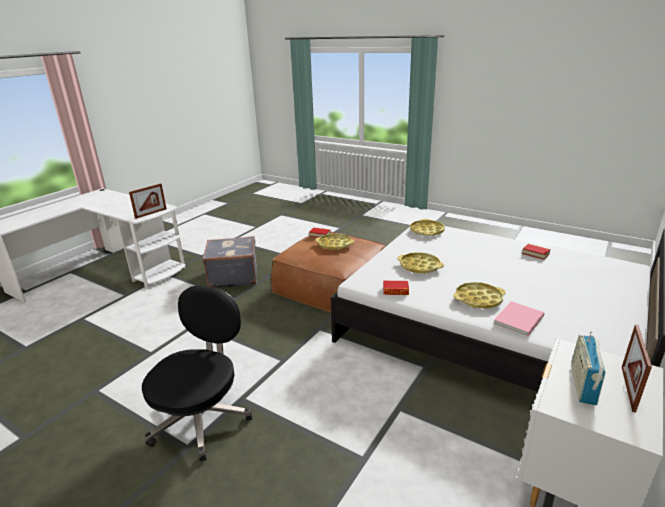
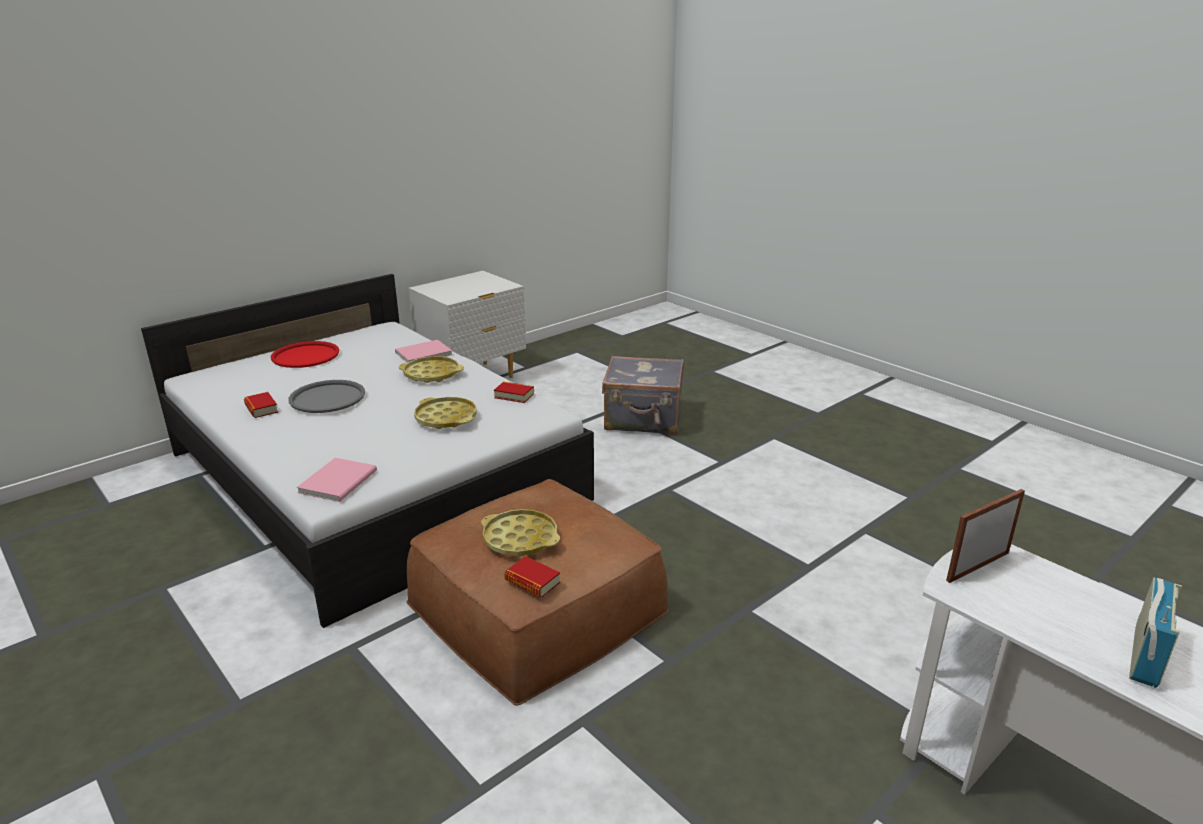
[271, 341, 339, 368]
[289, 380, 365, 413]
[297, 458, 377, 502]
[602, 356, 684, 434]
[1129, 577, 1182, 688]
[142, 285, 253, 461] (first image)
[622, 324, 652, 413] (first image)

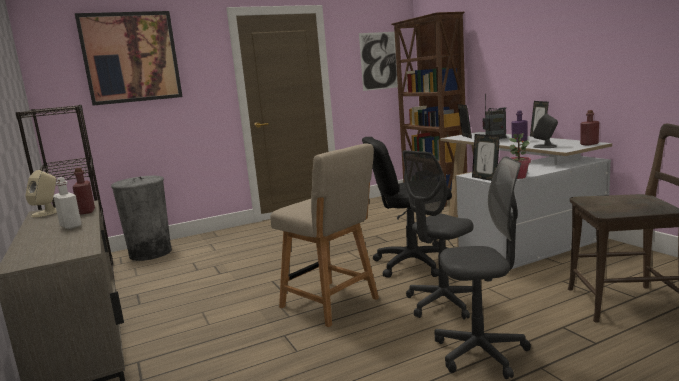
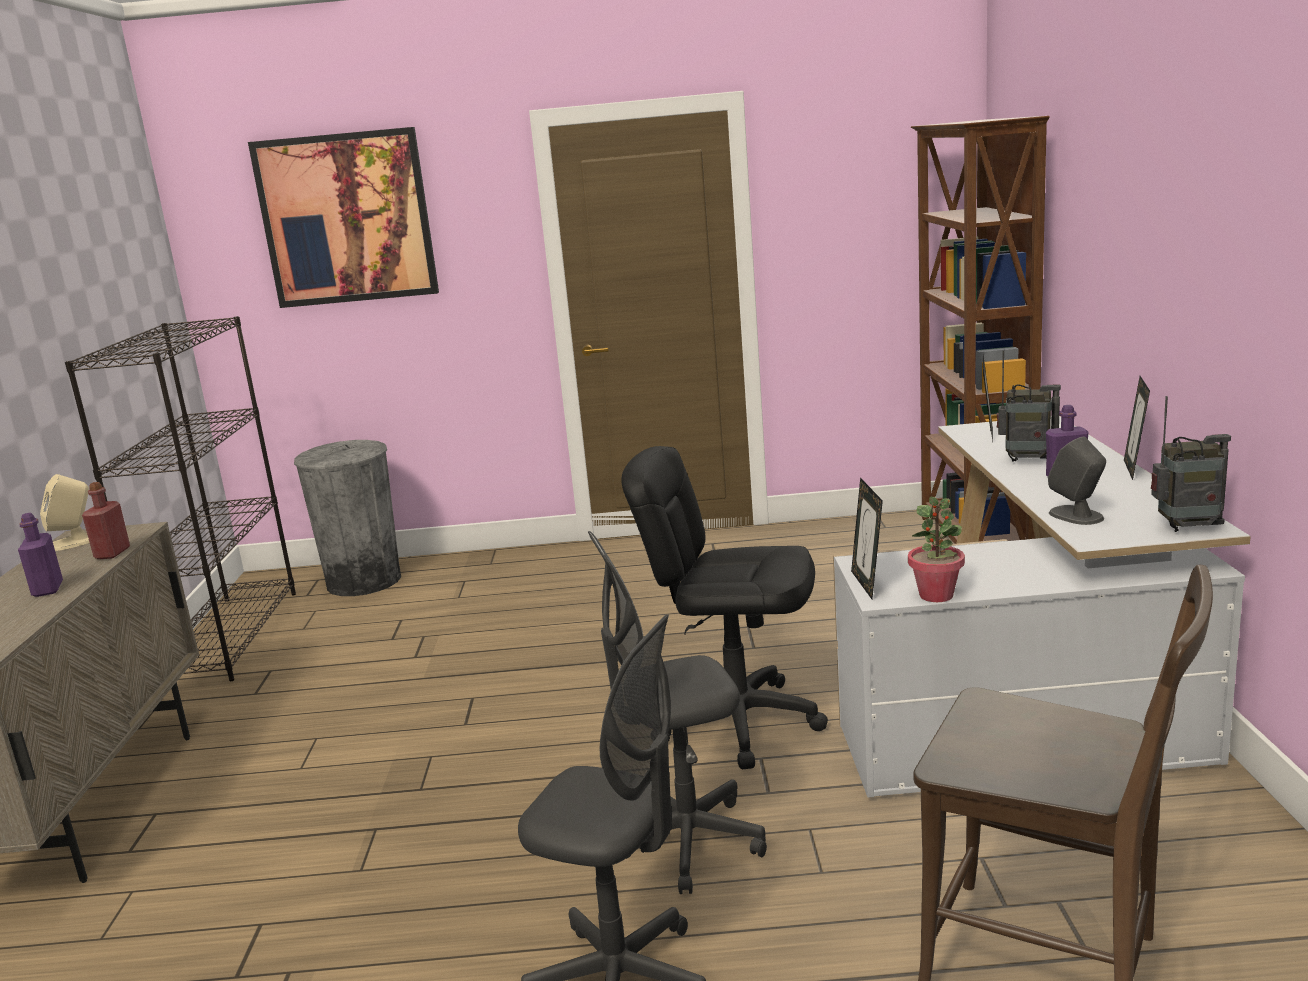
[18, 513, 63, 597]
[1151, 396, 1231, 532]
[270, 143, 379, 327] (first image)
[359, 32, 398, 91] (first image)

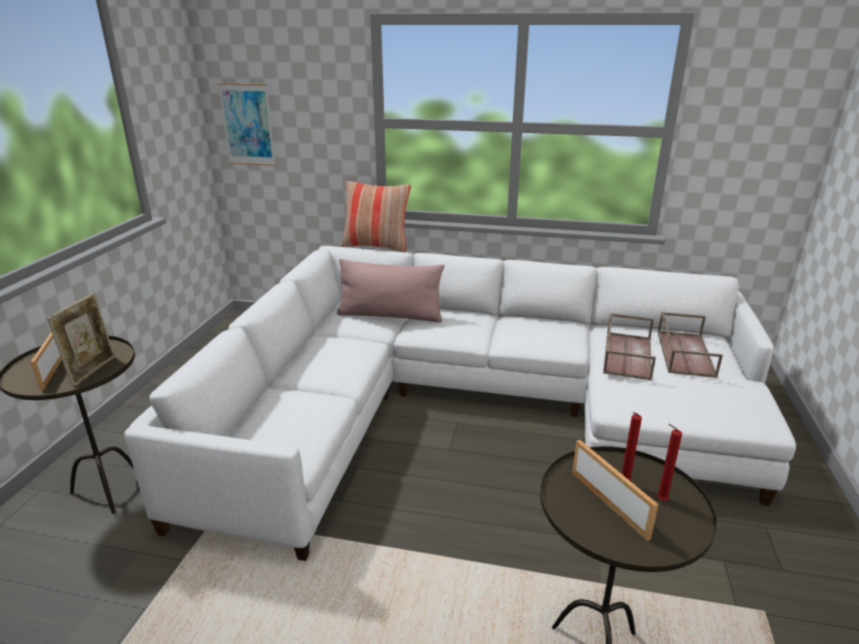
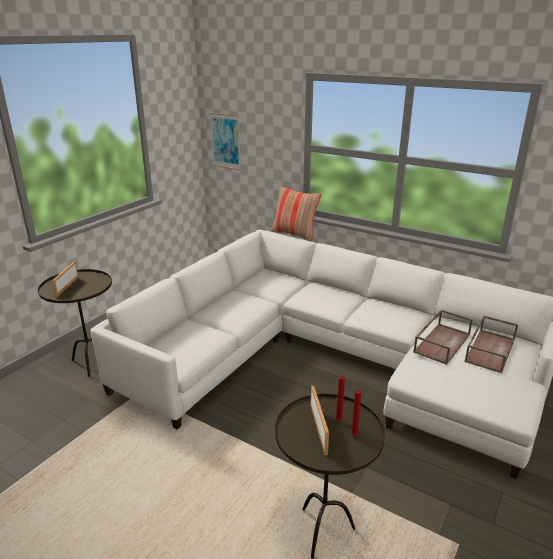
[47, 293, 115, 386] (first image)
[337, 259, 445, 322] (first image)

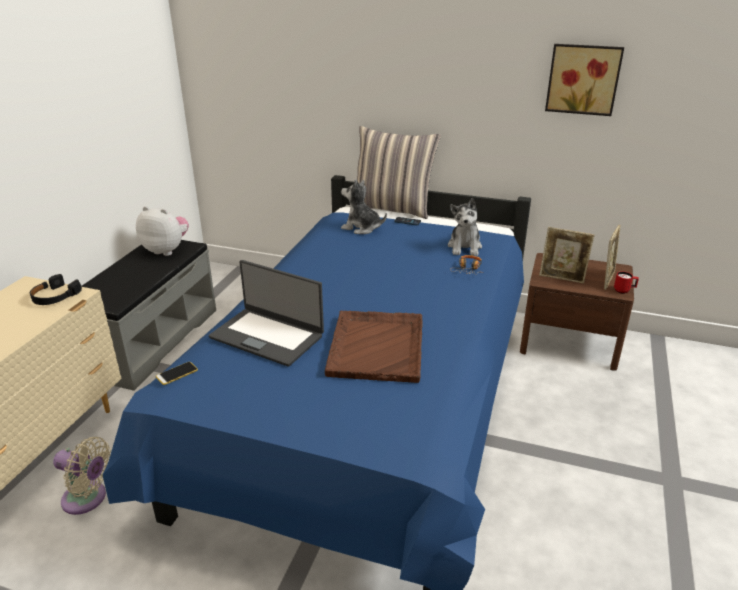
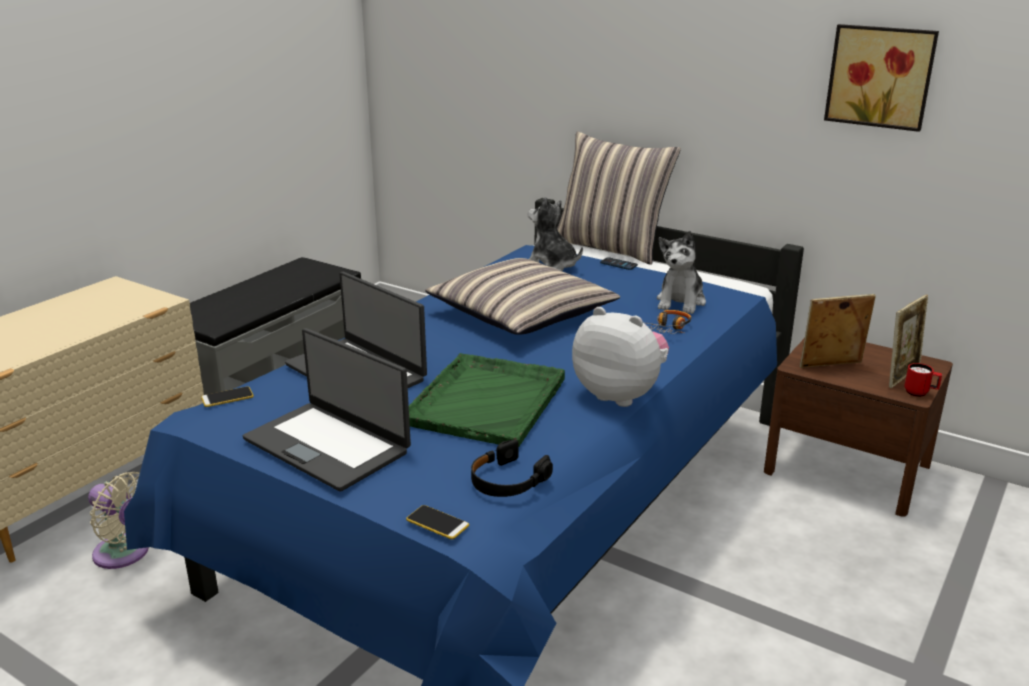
[243, 328, 411, 492]
[406, 505, 469, 539]
[409, 353, 565, 447]
[425, 258, 620, 335]
[471, 440, 553, 497]
[572, 307, 669, 407]
[800, 294, 876, 368]

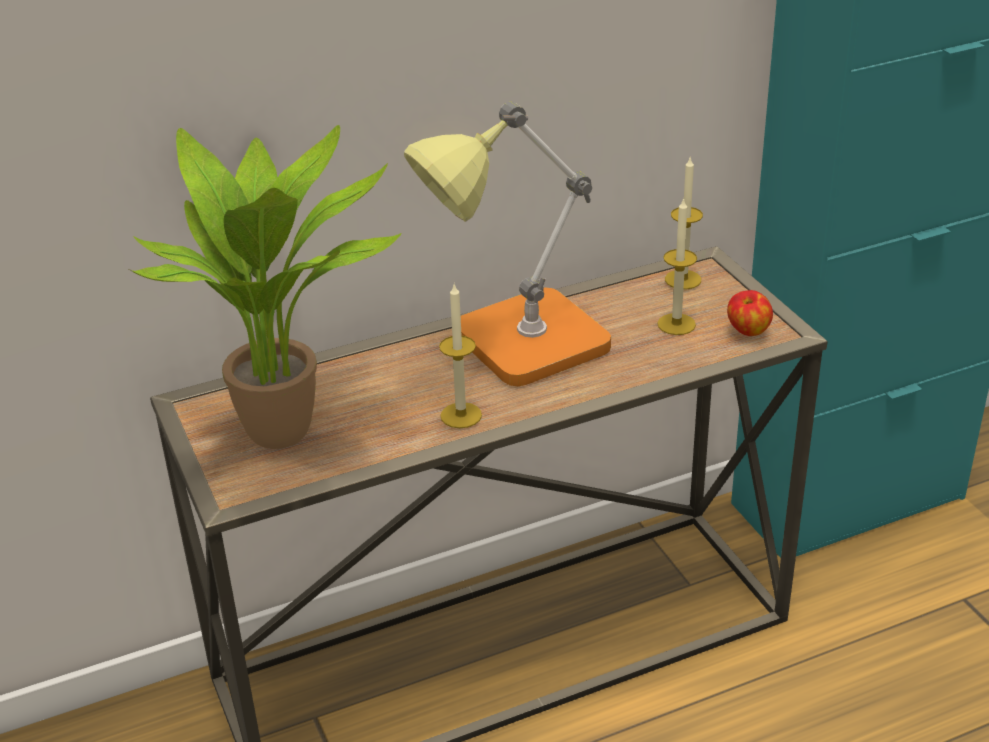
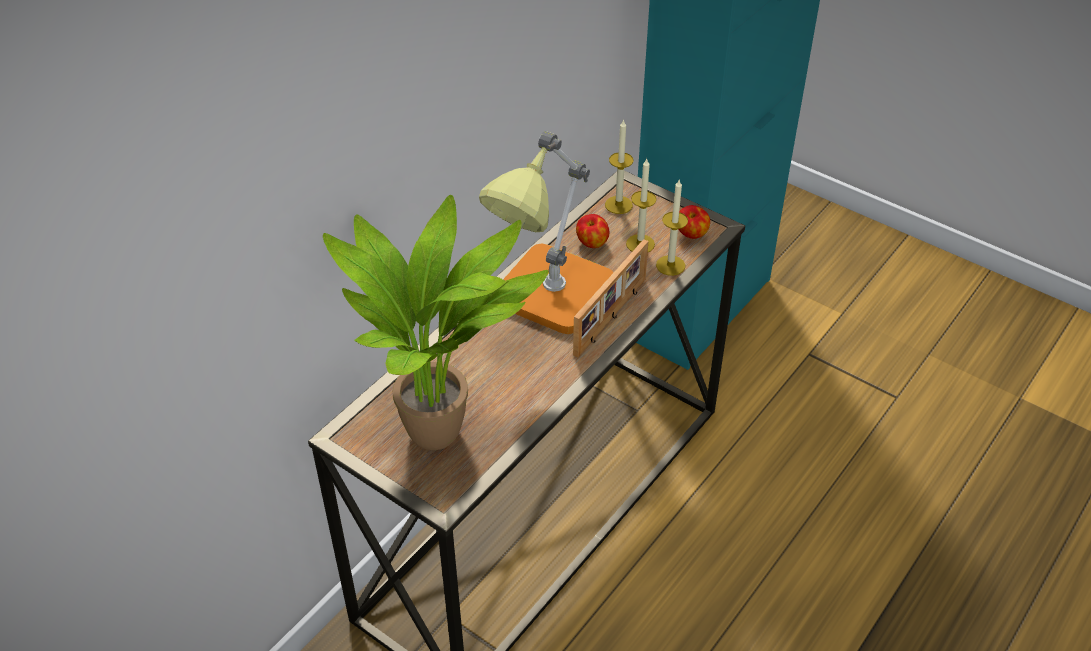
[573, 239, 649, 357]
[576, 214, 610, 248]
[656, 180, 688, 276]

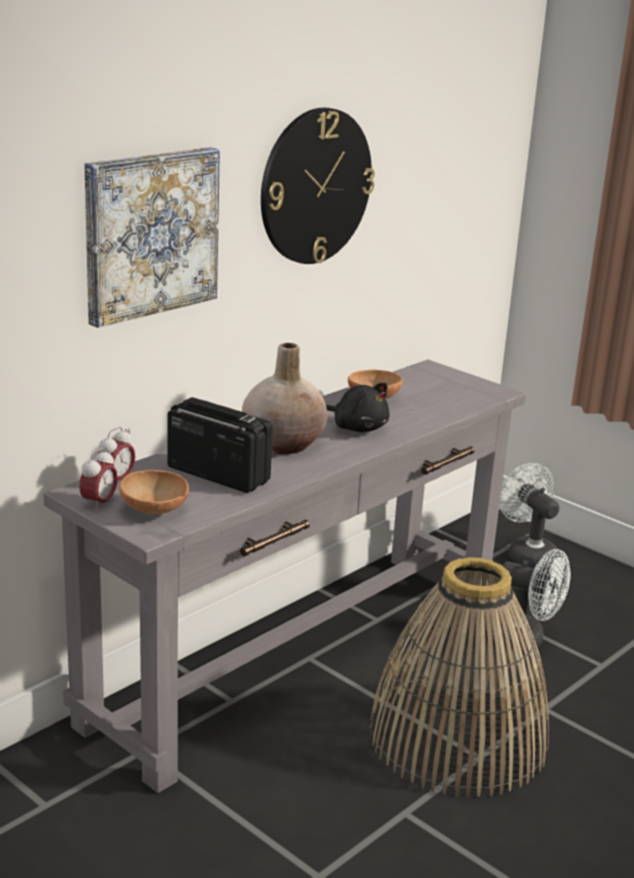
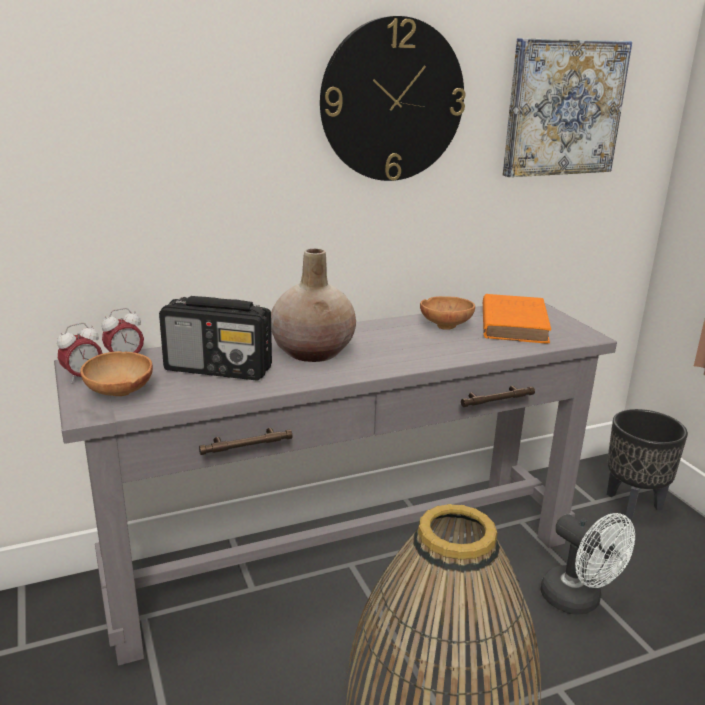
[159, 296, 272, 381]
[483, 294, 551, 343]
[503, 38, 633, 177]
[607, 409, 688, 524]
[326, 383, 390, 432] (first image)

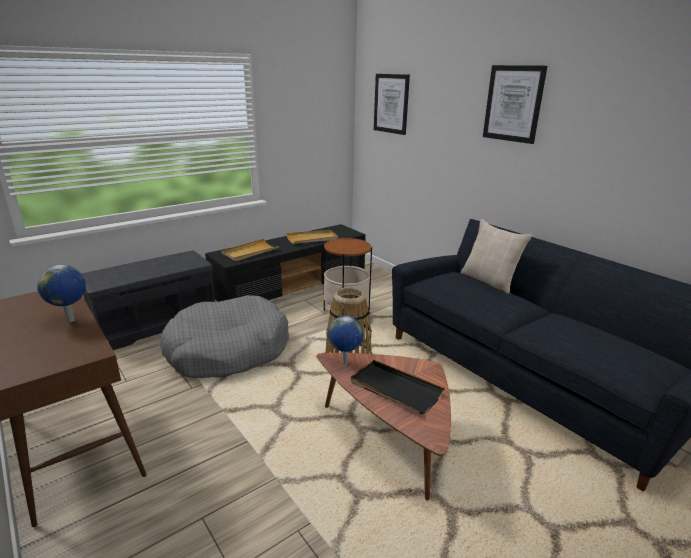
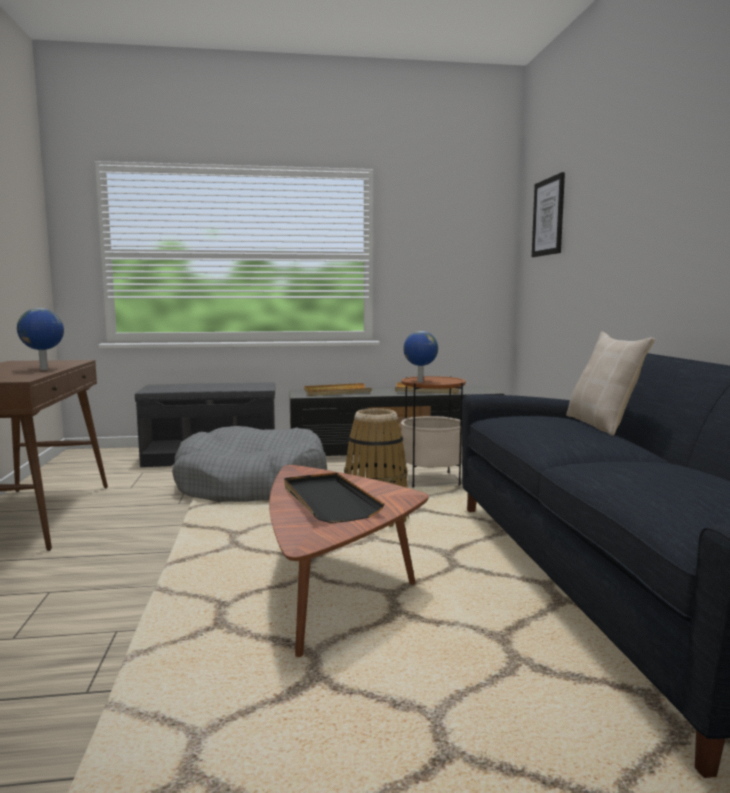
[403, 331, 438, 382]
[483, 65, 547, 144] (first image)

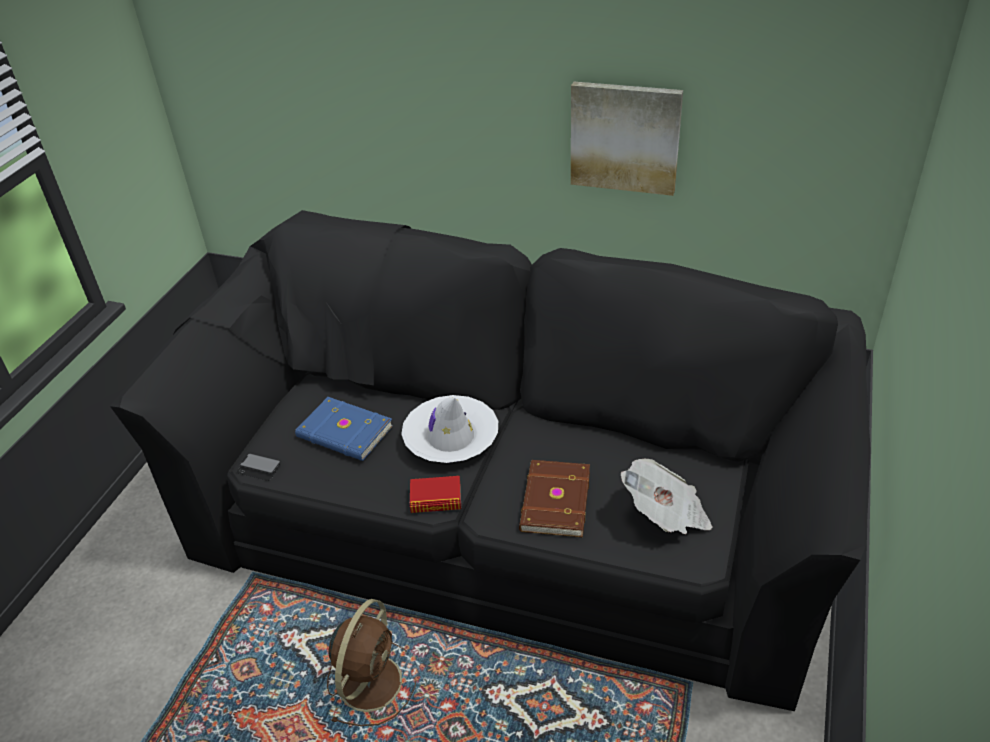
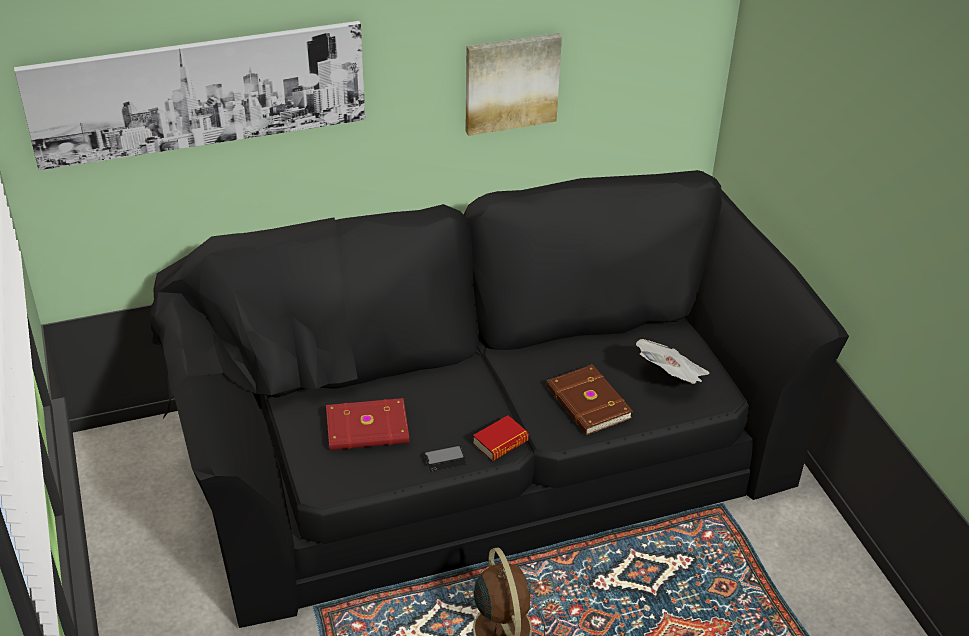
[14, 21, 365, 171]
[326, 398, 409, 450]
[424, 445, 466, 472]
[401, 395, 498, 463] (first image)

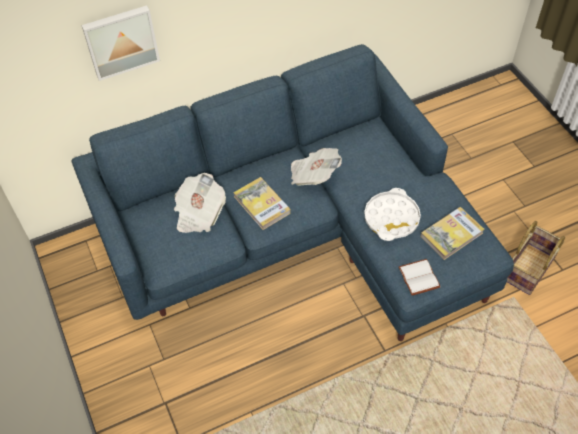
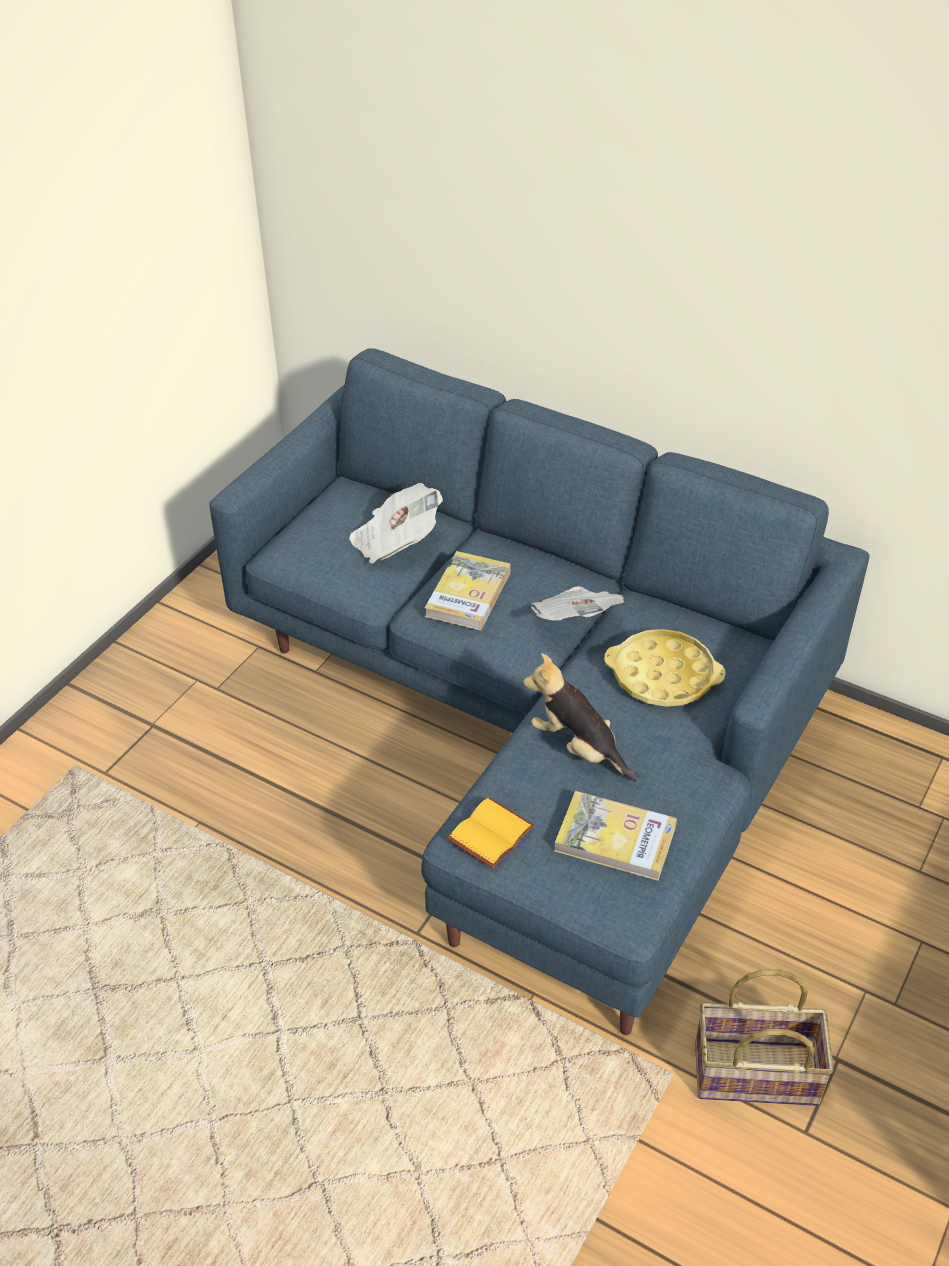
[447, 797, 535, 869]
[523, 653, 639, 781]
[604, 629, 726, 707]
[81, 5, 160, 81] (first image)

